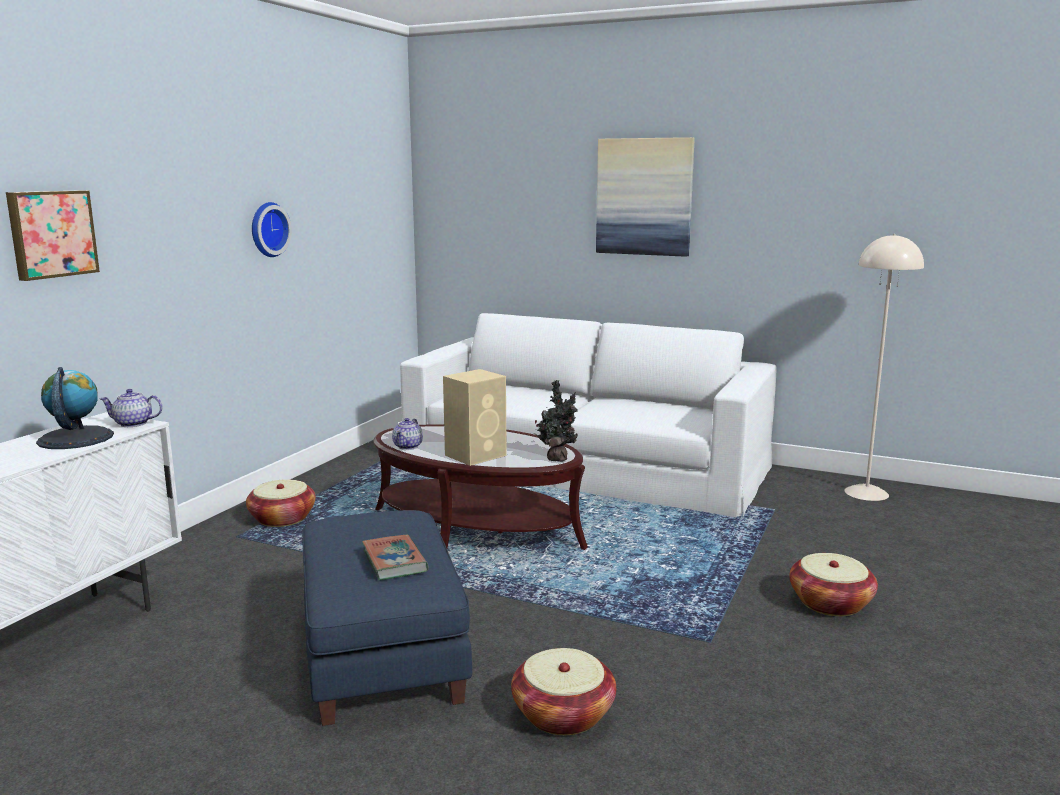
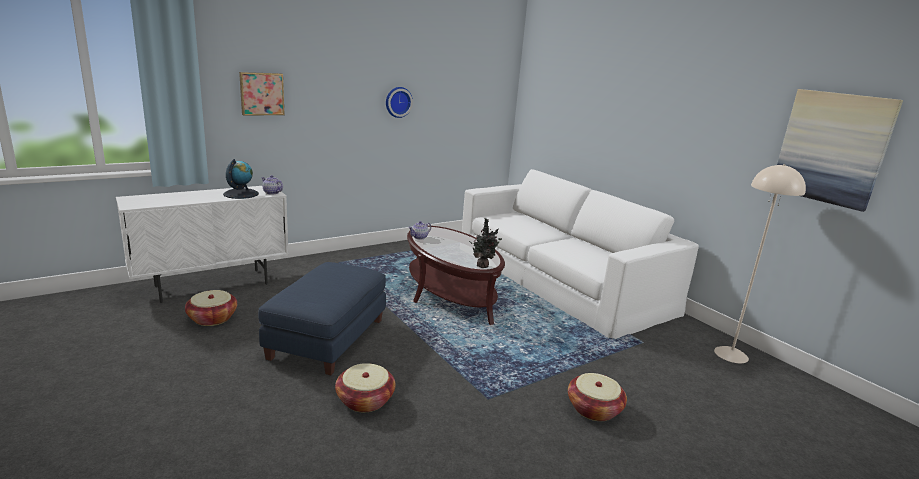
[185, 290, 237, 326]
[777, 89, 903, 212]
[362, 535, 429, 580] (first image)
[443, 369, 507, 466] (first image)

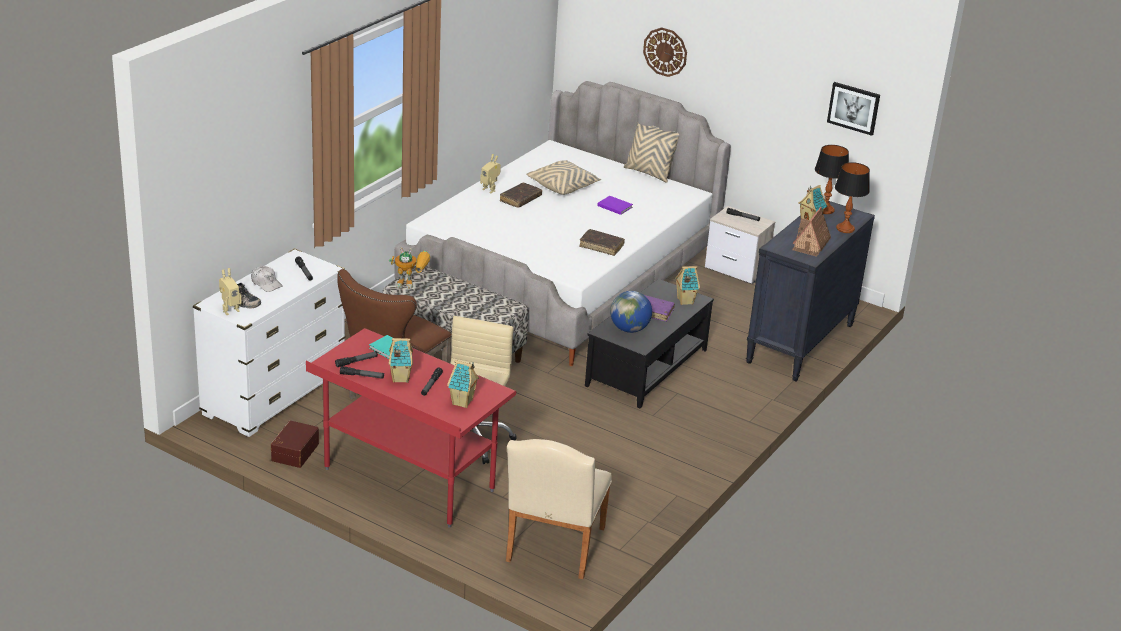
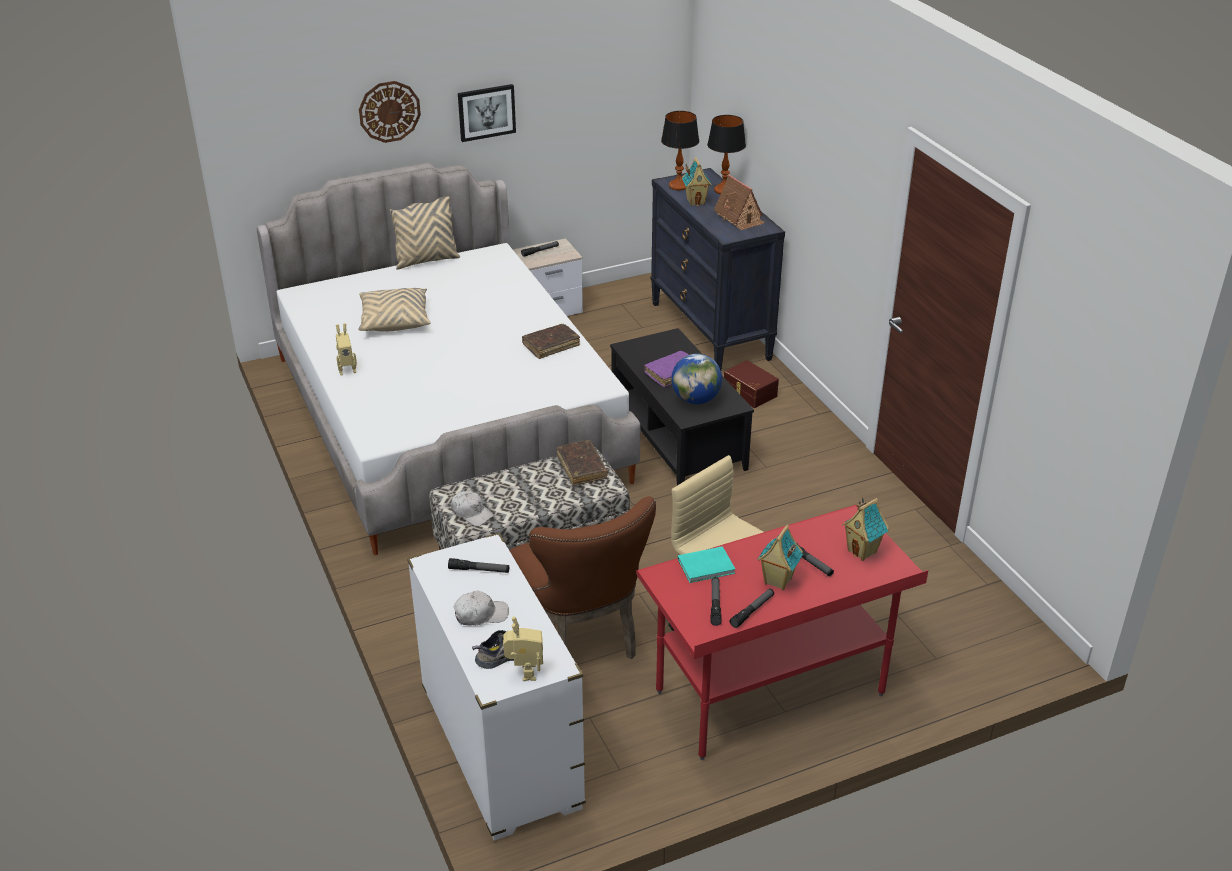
[451, 491, 494, 526]
[458, 84, 516, 142]
[557, 440, 608, 486]
[724, 360, 779, 408]
[506, 439, 612, 579] (first image)
[597, 196, 633, 215] (first image)
[675, 266, 700, 305] (first image)

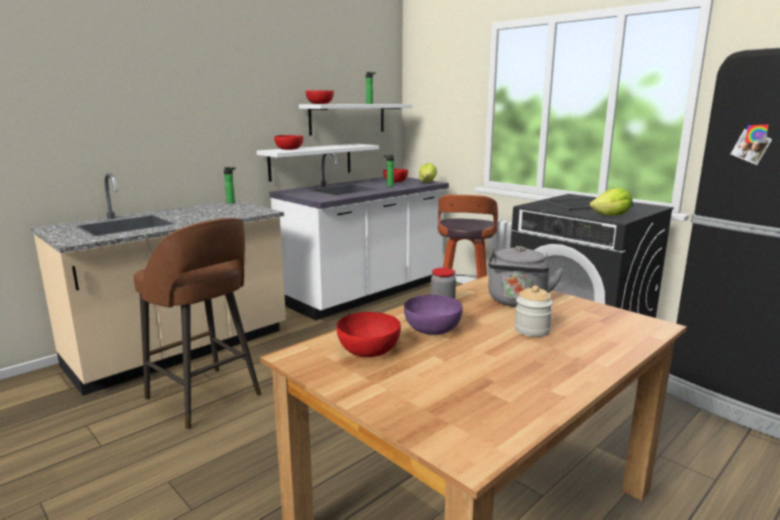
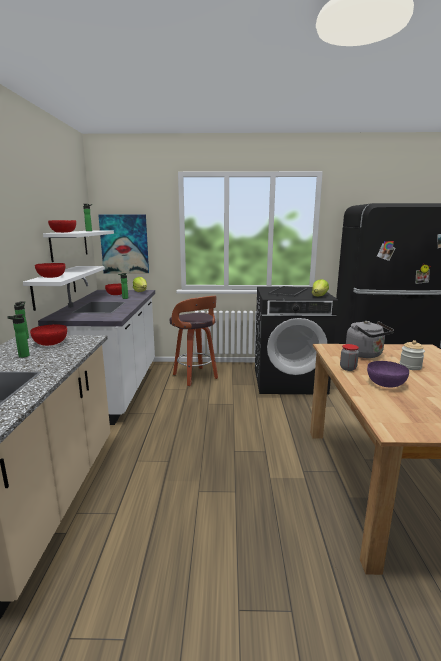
[7, 314, 30, 358]
[30, 324, 67, 346]
[98, 215, 149, 274]
[134, 218, 262, 430] (first image)

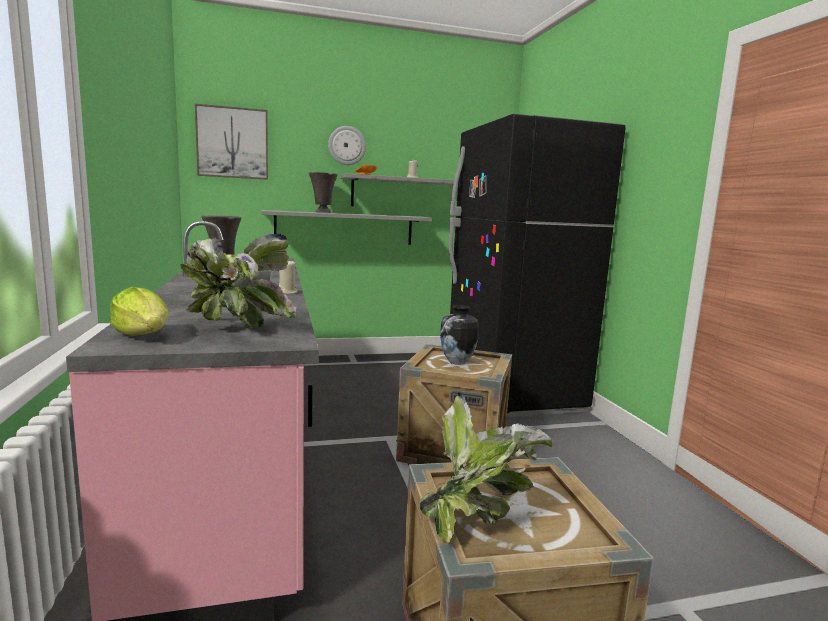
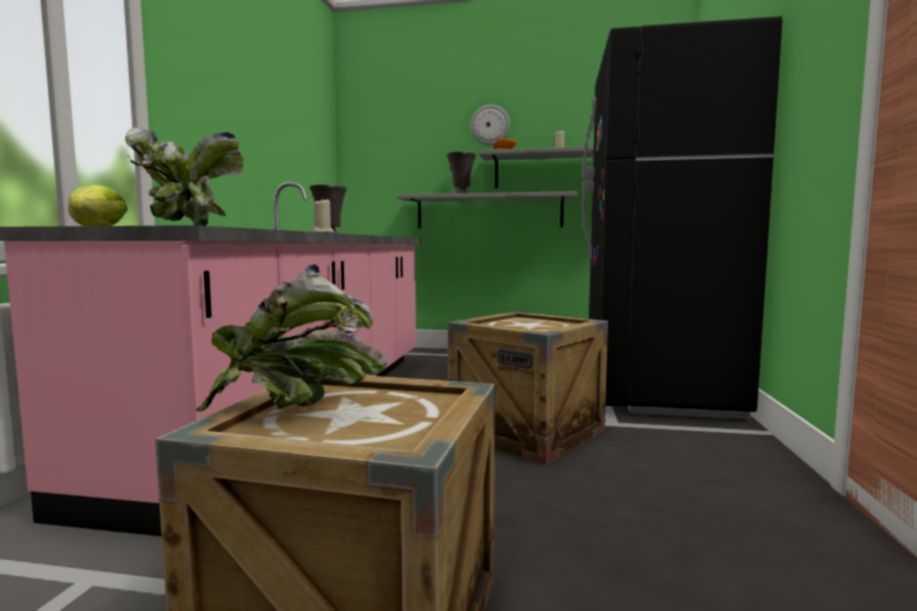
[195, 104, 268, 180] (first image)
[440, 305, 479, 365] (first image)

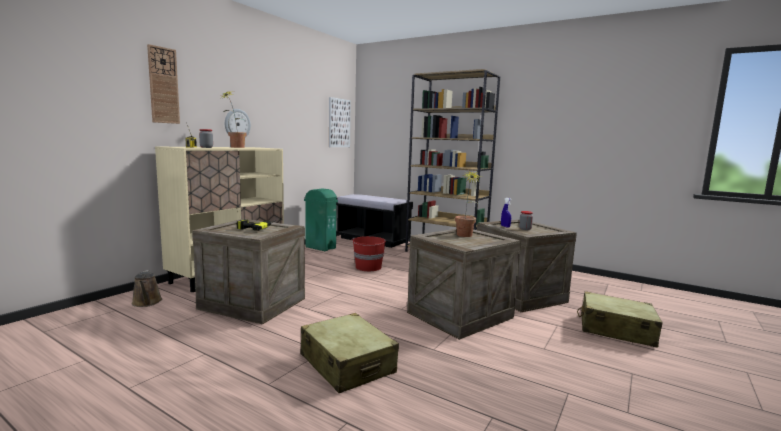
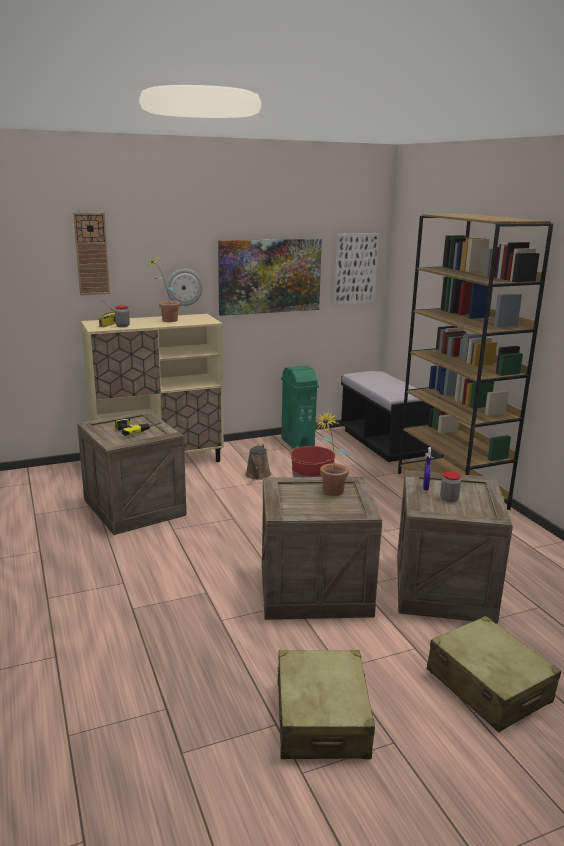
[218, 239, 322, 316]
[245, 444, 271, 480]
[278, 650, 375, 759]

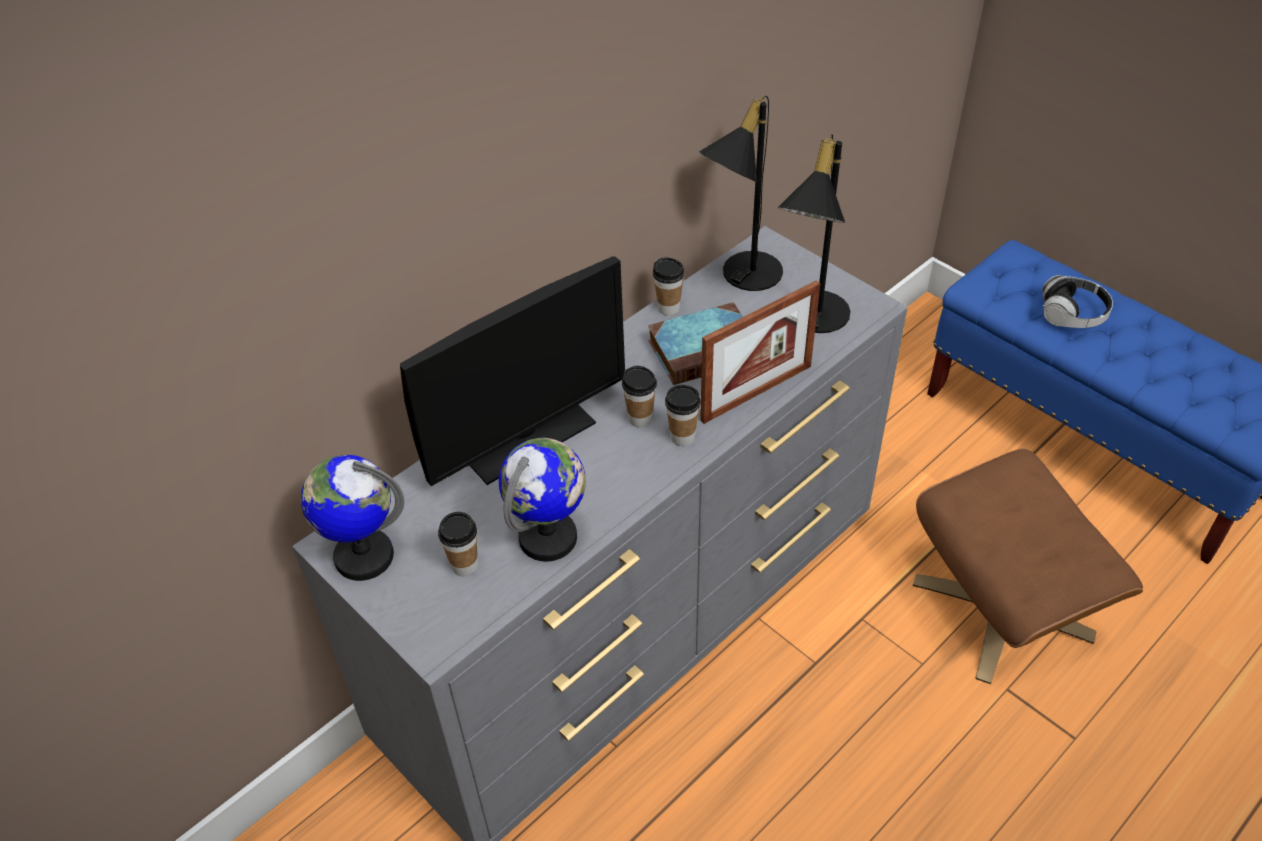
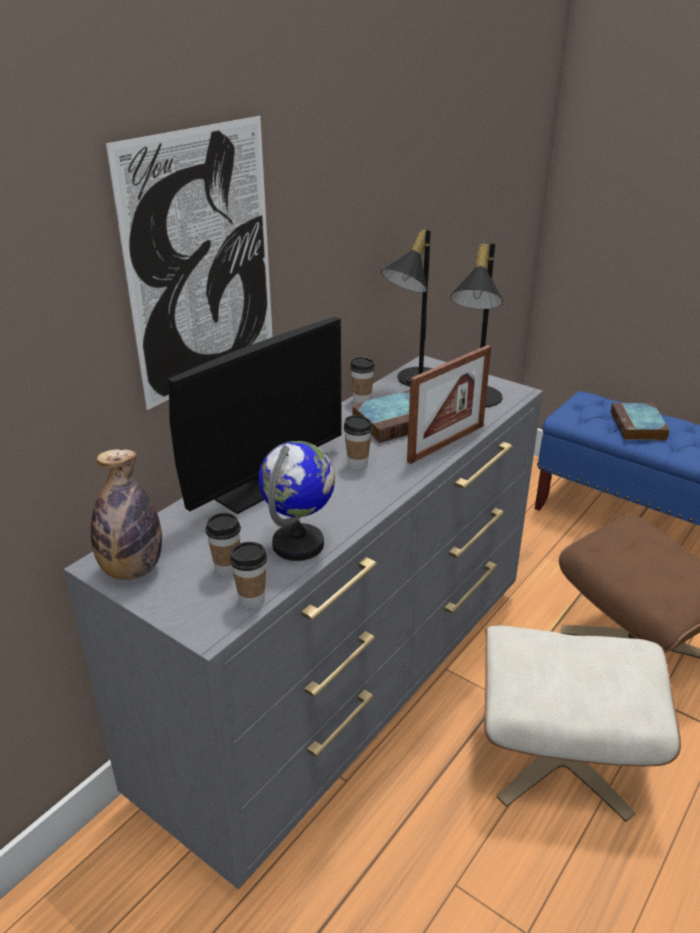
[91, 449, 162, 580]
[106, 116, 273, 410]
[230, 542, 267, 609]
[484, 626, 681, 822]
[611, 403, 670, 441]

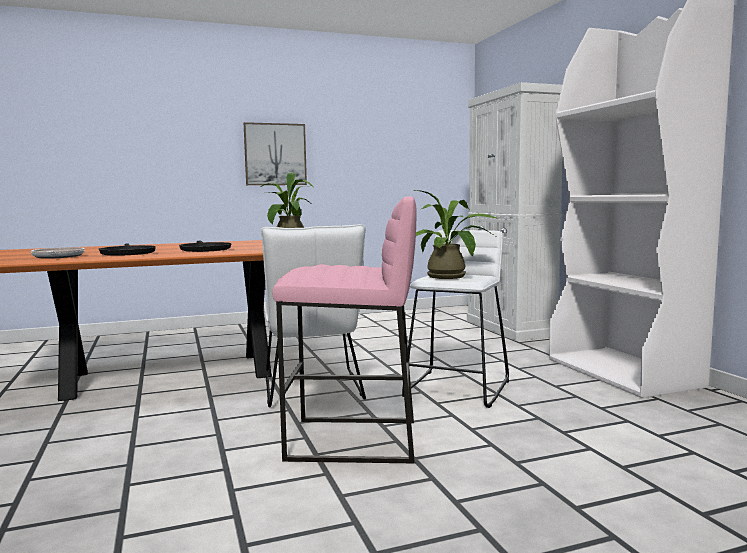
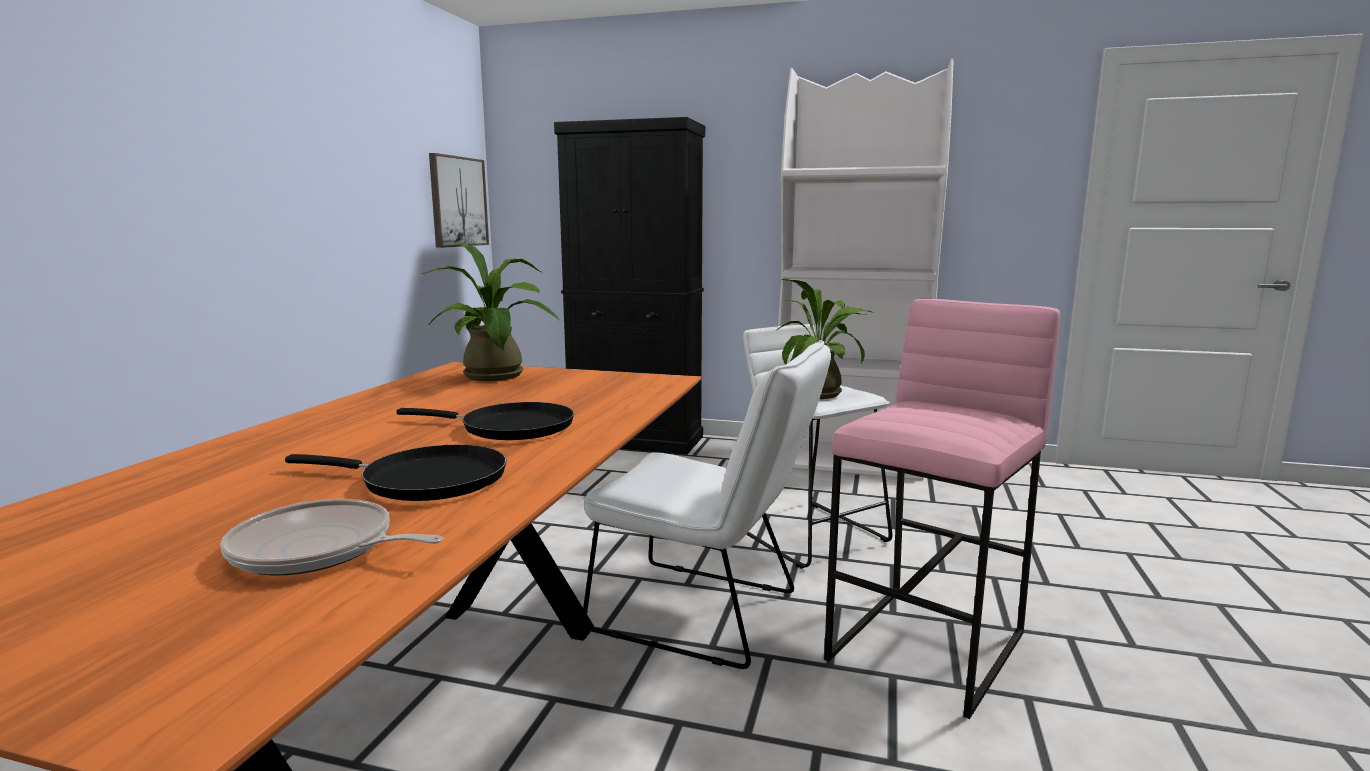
[429, 153, 489, 248]
[554, 117, 705, 455]

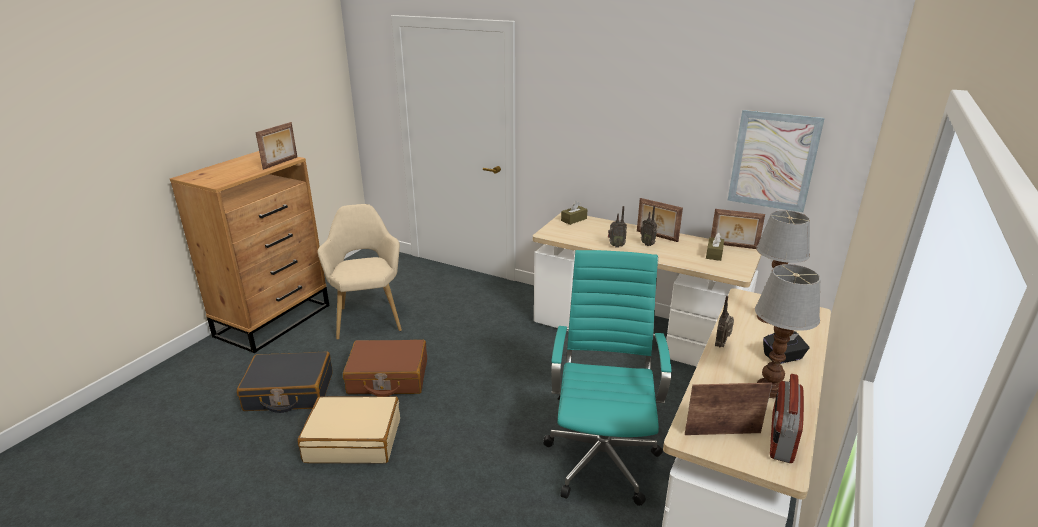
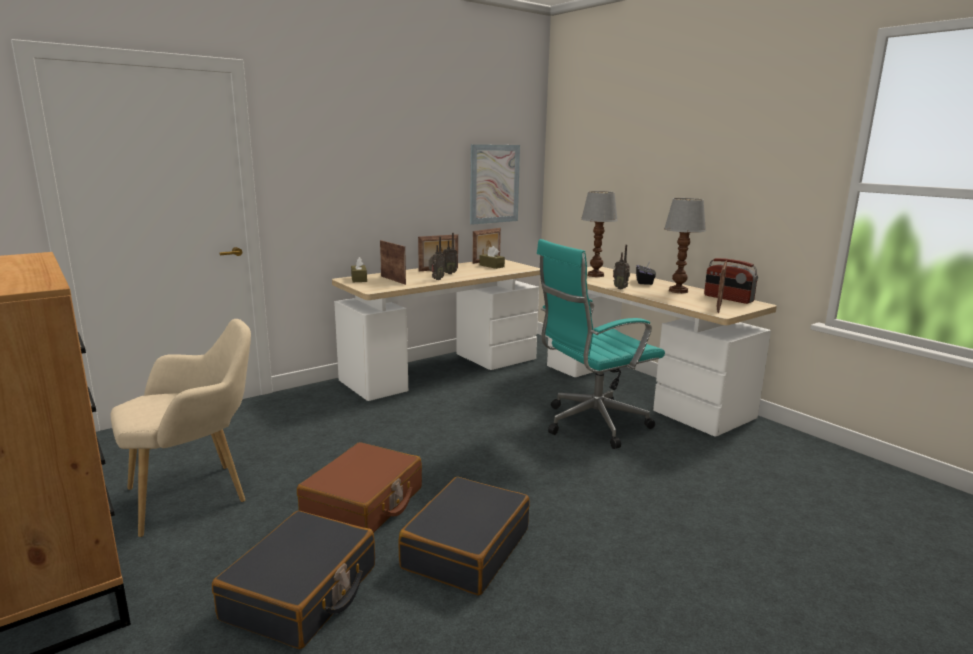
[111, 319, 251, 537]
[380, 240, 406, 285]
[398, 477, 530, 595]
[537, 239, 665, 449]

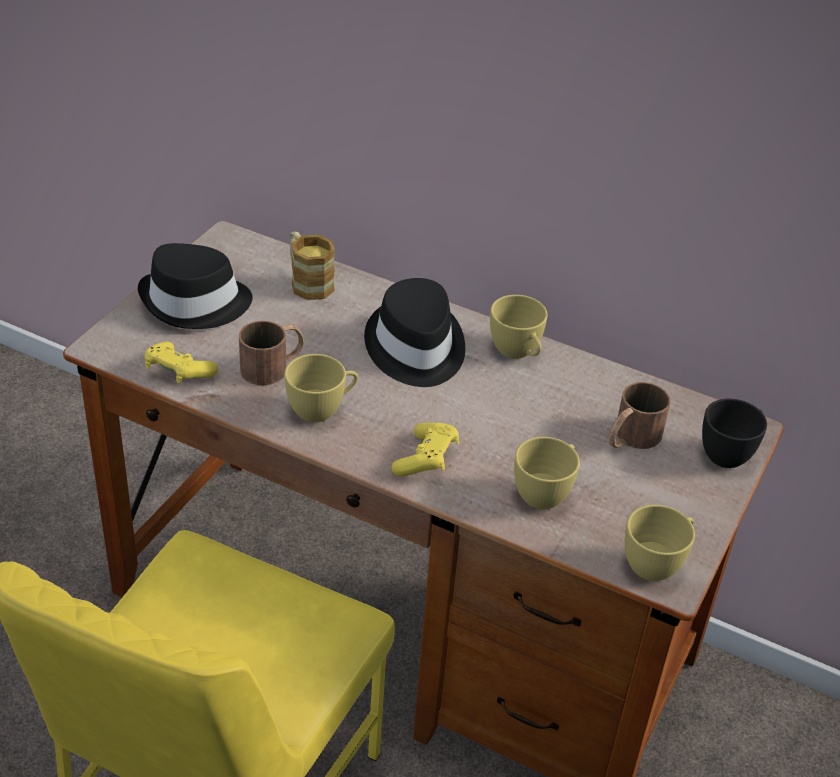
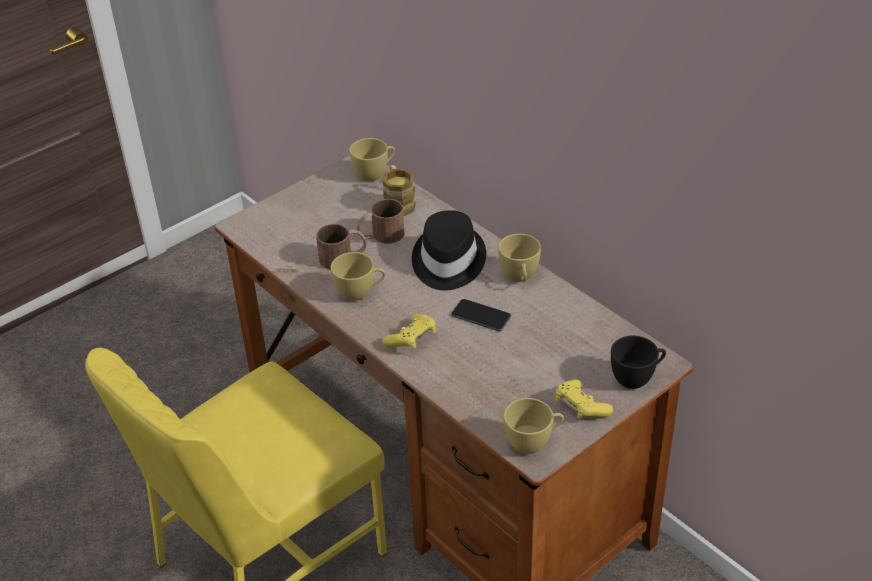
[349, 138, 395, 181]
[357, 199, 404, 244]
[451, 299, 511, 331]
[555, 379, 613, 419]
[138, 243, 253, 329] (first image)

